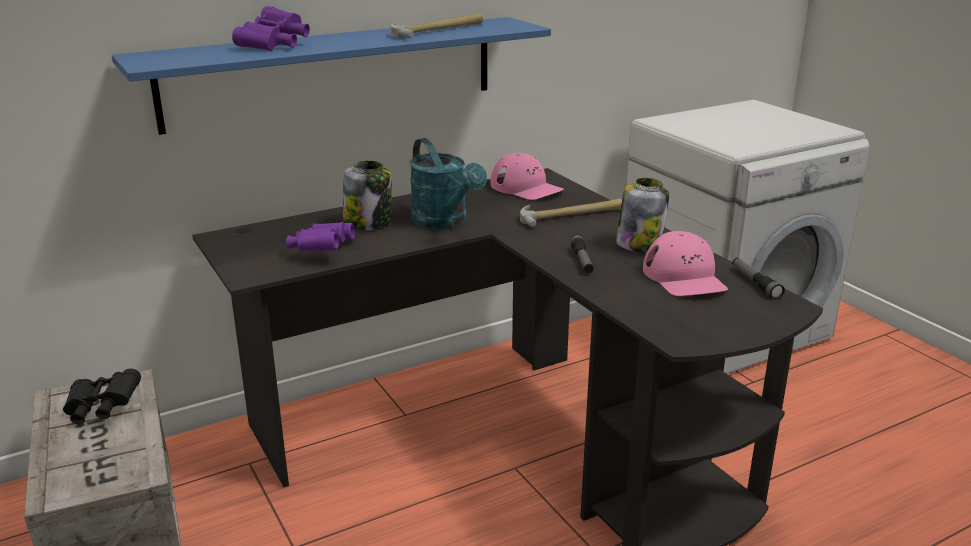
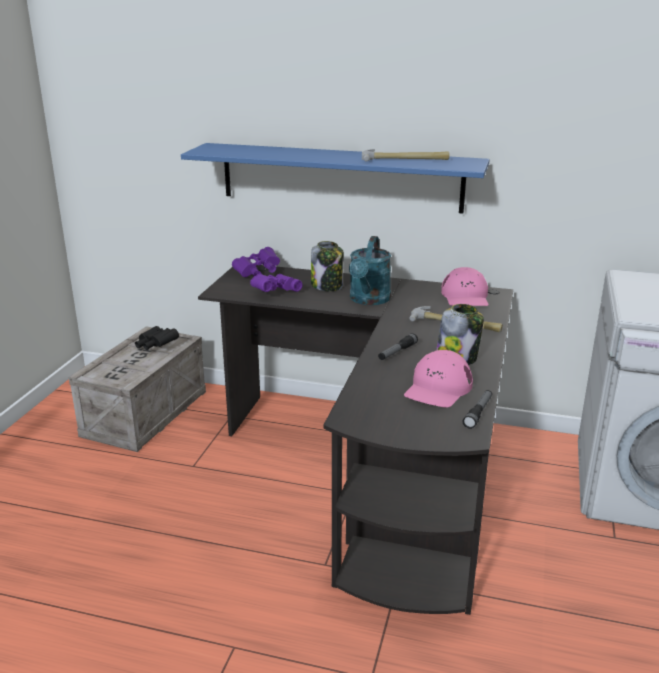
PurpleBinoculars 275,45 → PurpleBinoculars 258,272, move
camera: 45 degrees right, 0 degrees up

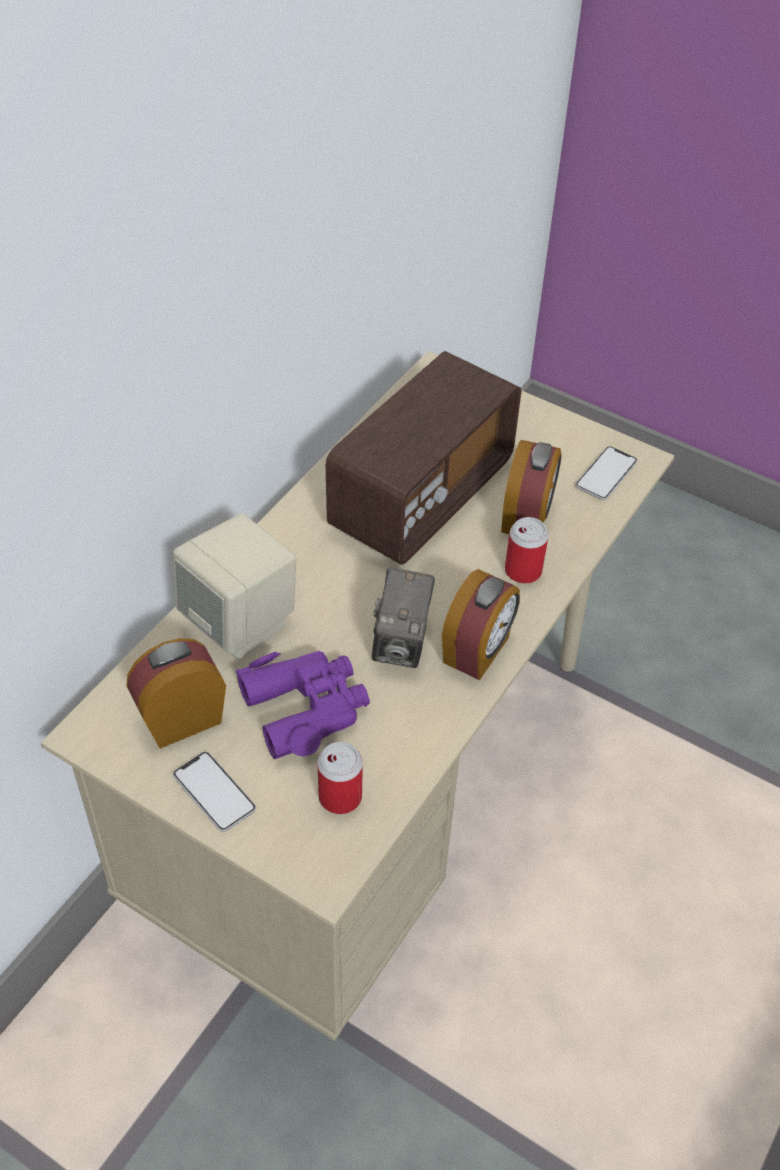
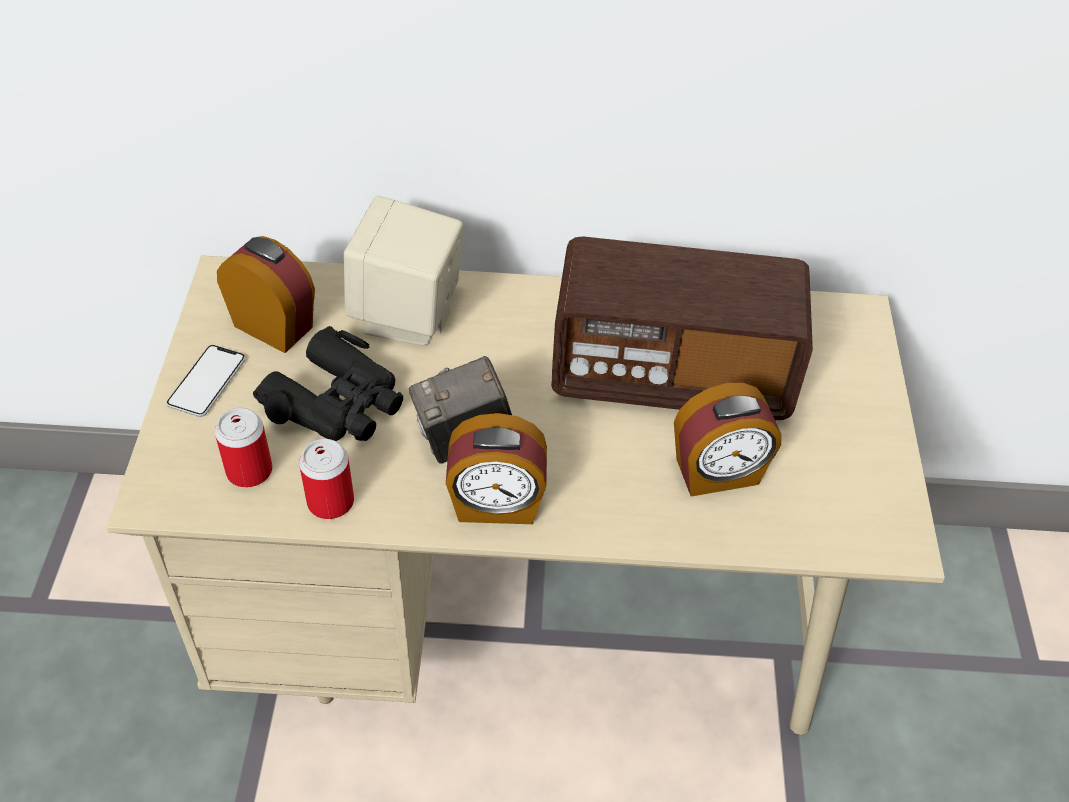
Phone 606,474 → -
Can 523,571 → Can 330,502, move
PurpleBinoculars 305,707 → BlackBinoculars 338,402
camera: 60 degrees right, 0 degrees up

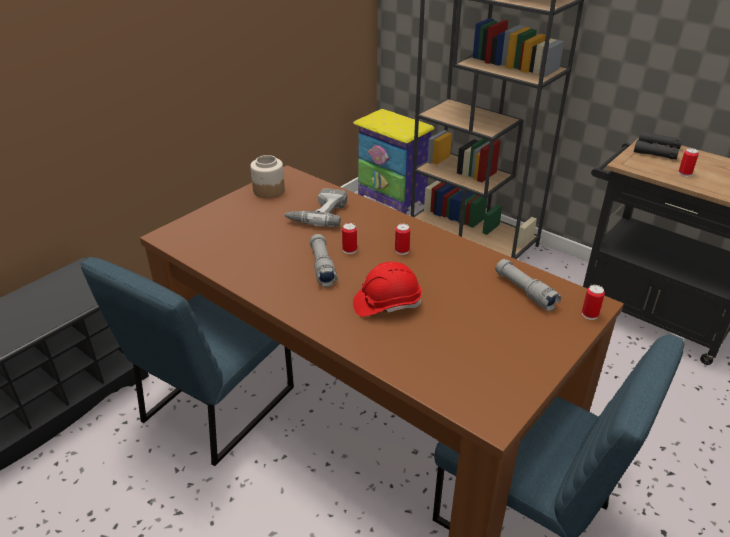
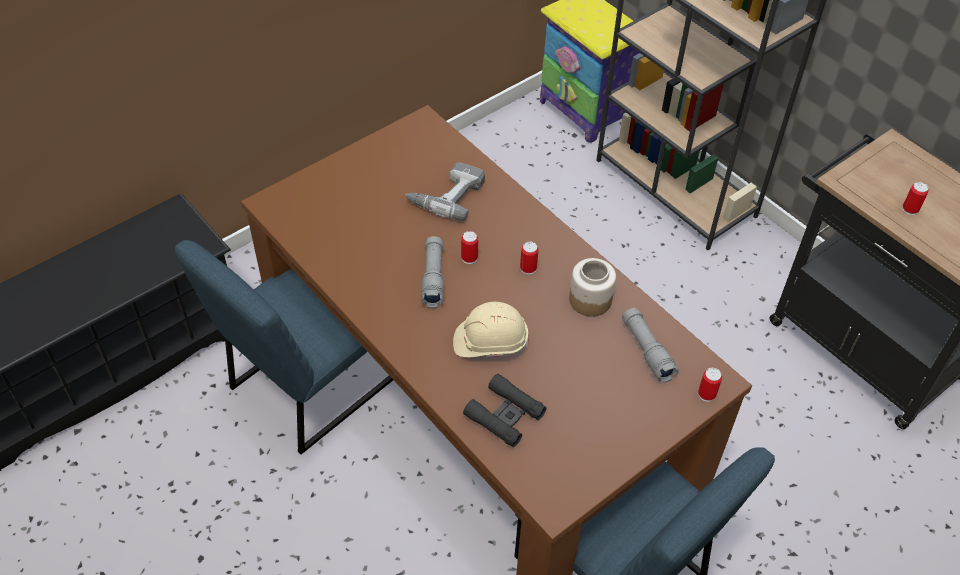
BlackBinoculars 656,150 → BlackBinoculars 504,415, move
Jar 268,190 → Jar 589,299, move
RedHardHat 386,304 → BeigeHardHat 490,342
camera: 10 degrees right, 15 degrees up

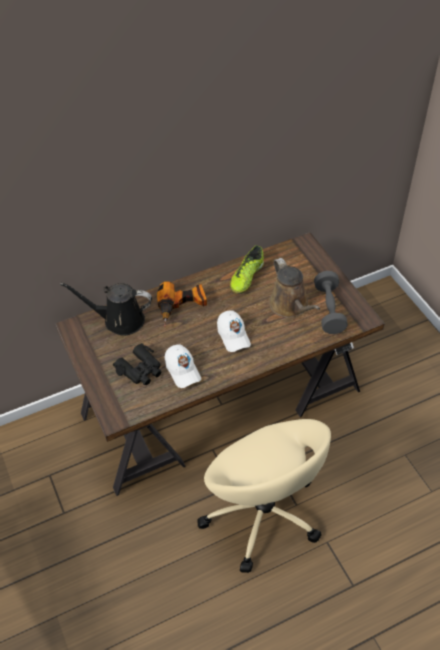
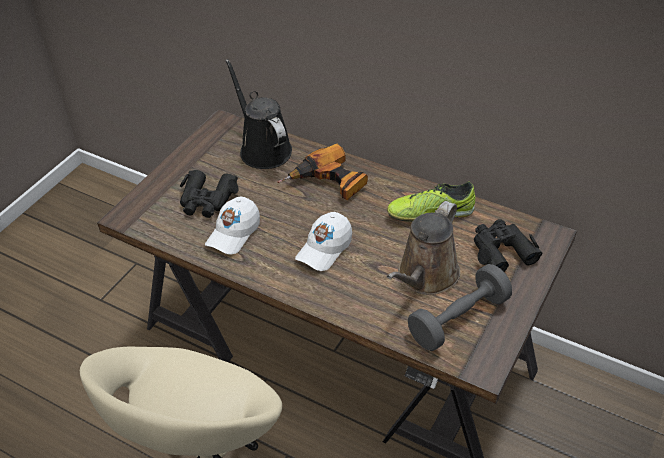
- → BlackBinoculars 501,250
camera: 55 degrees right, 5 degrees down

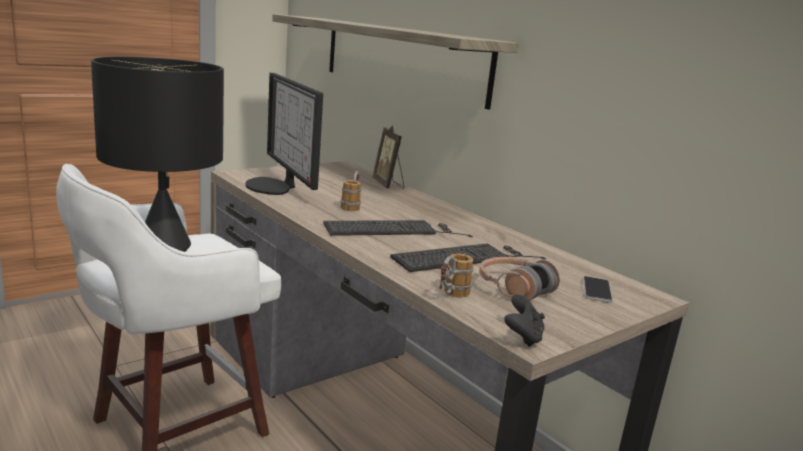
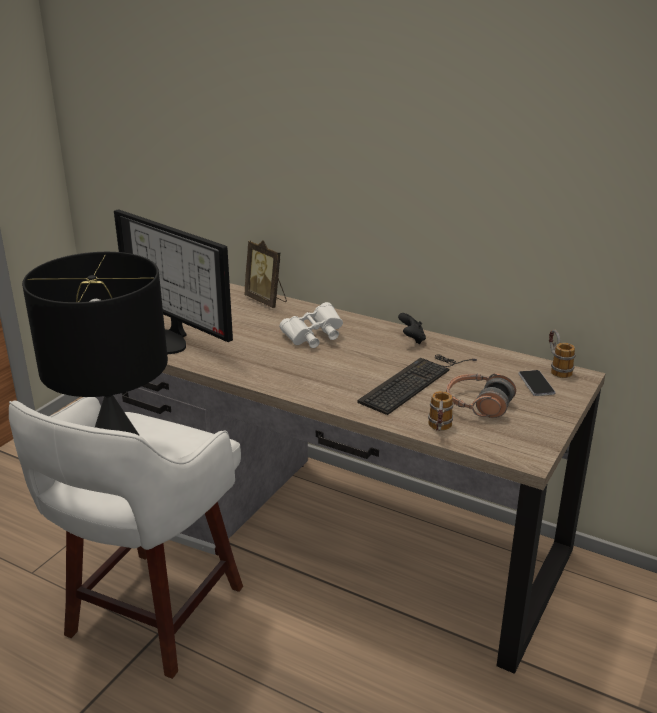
Shelf 401,58 → -
Mug 352,205 → Mug 556,368, move
Keyboard 393,230 → -
BlackGameController 522,337 → BlackGameController 412,339, move
- → WhiteBinoculars 313,337
camera: 20 degrees left, 10 degrees up

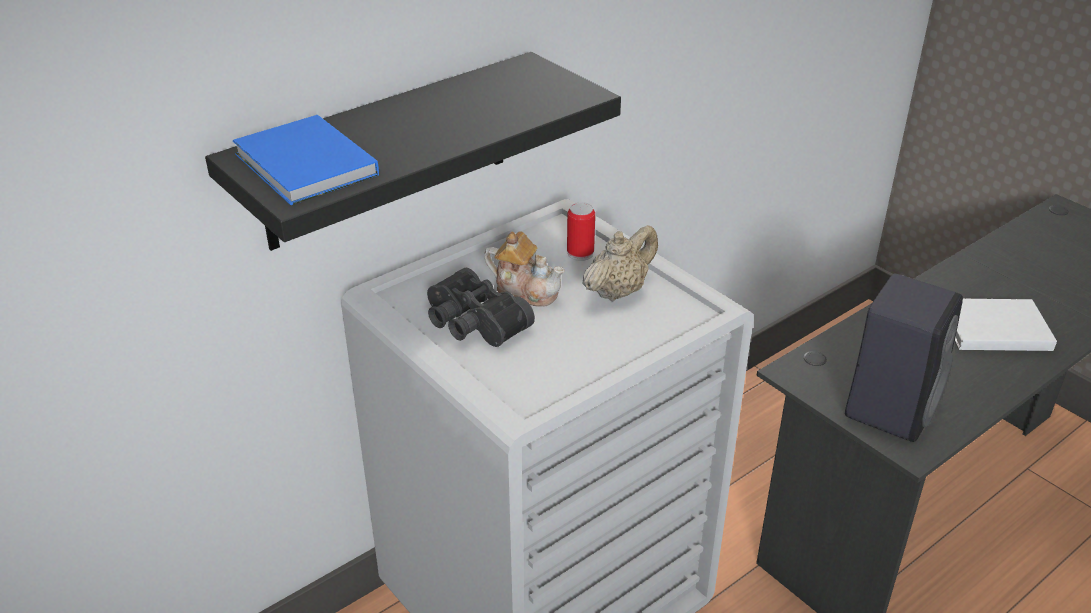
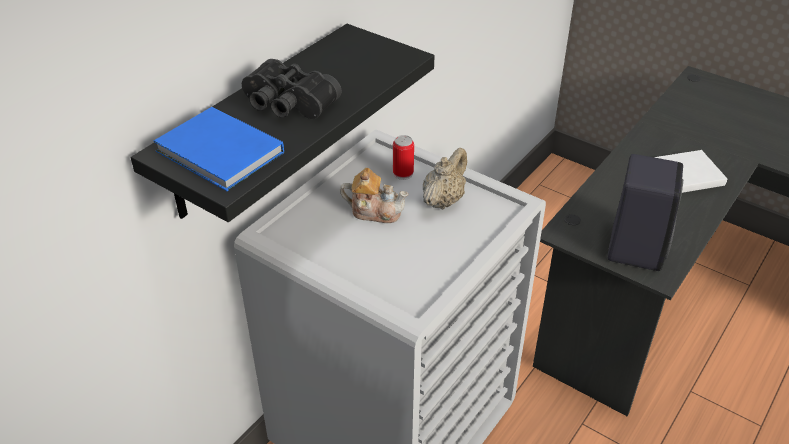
BlackBinoculars 472,324 → BlackBinoculars 287,105, move
camera: 15 degrees left, 5 degrees up

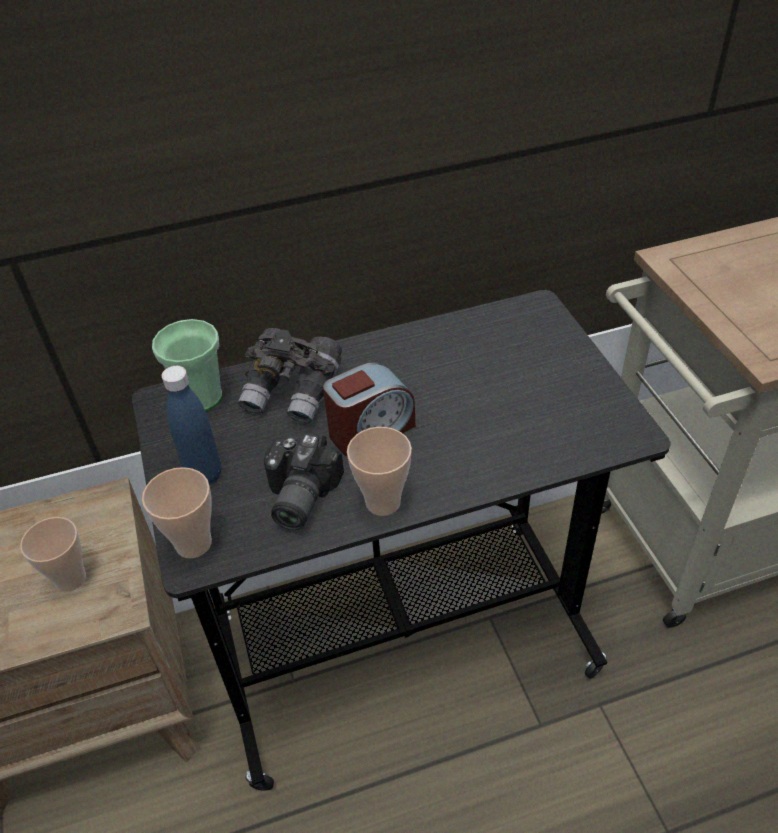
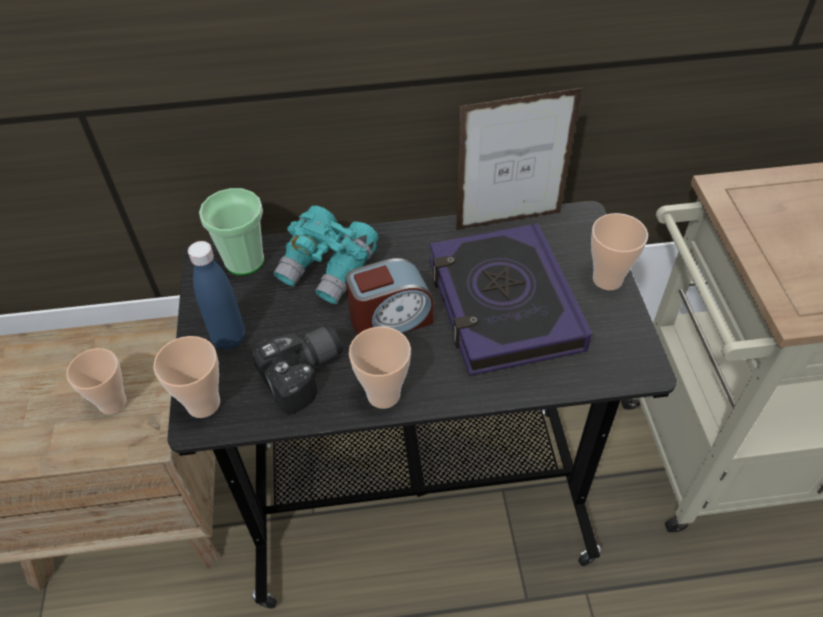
GreyBinoculars 293,392 → TurquoiseBinoculars 329,269
PhotoCamera 296,497 → PhotoCamera 306,375, 150 degrees counterclockwise
- → PictureFrame 509,221
- → Cup 607,279
- → Book 503,305
camera: 10 degrees right, 5 degrees up

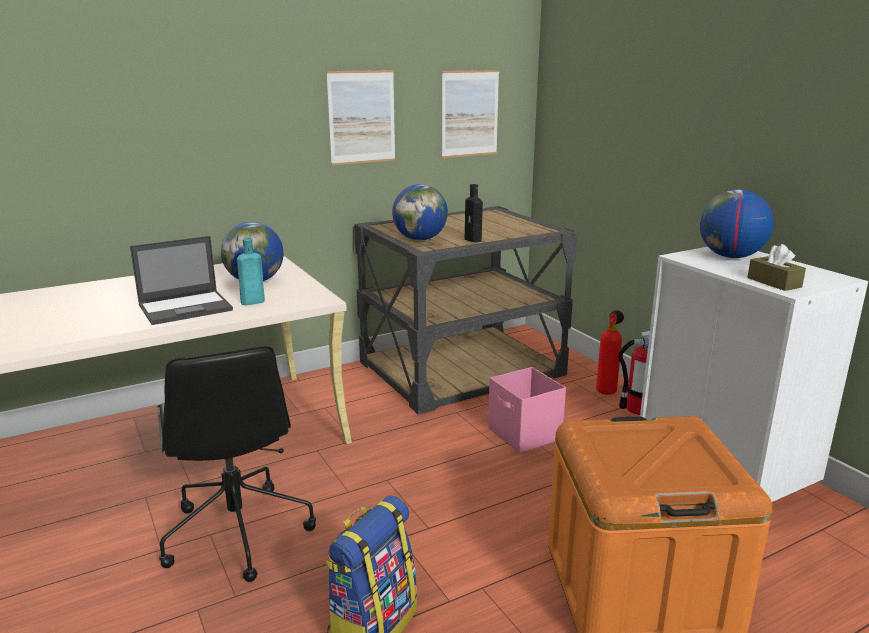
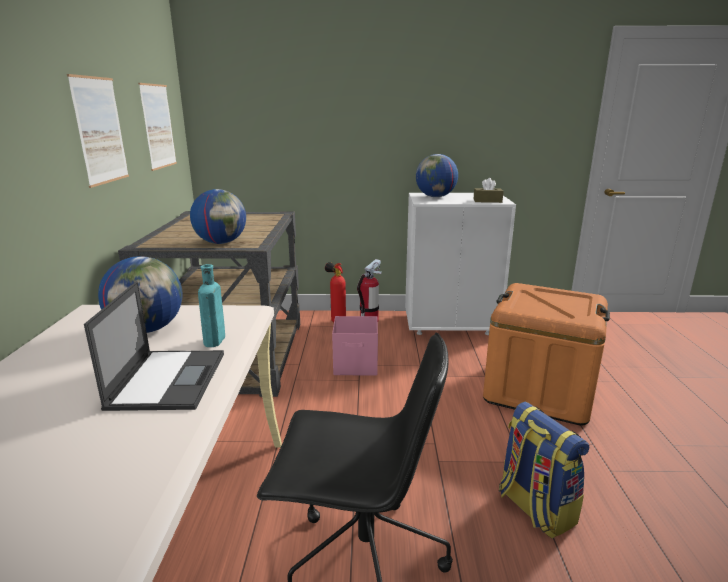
BlackBottle 473,240 → -
camera: 60 degrees left, 0 degrees up

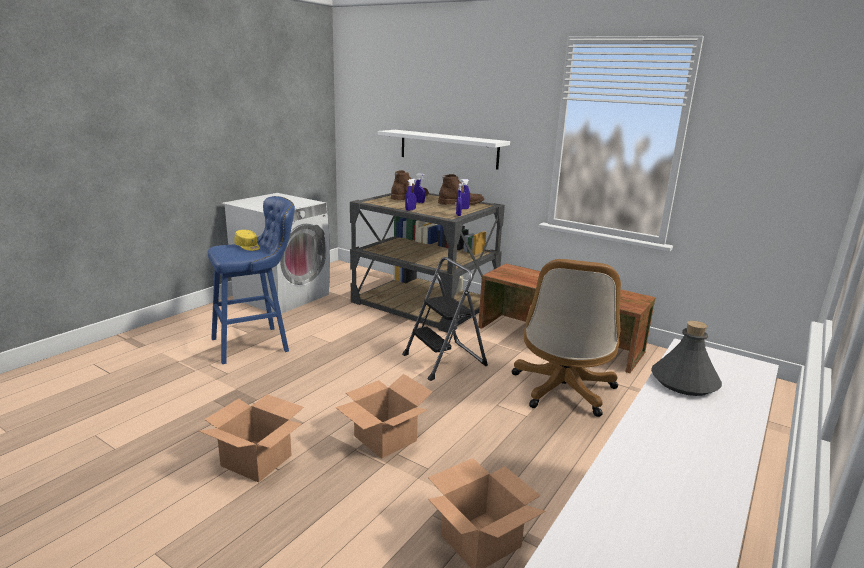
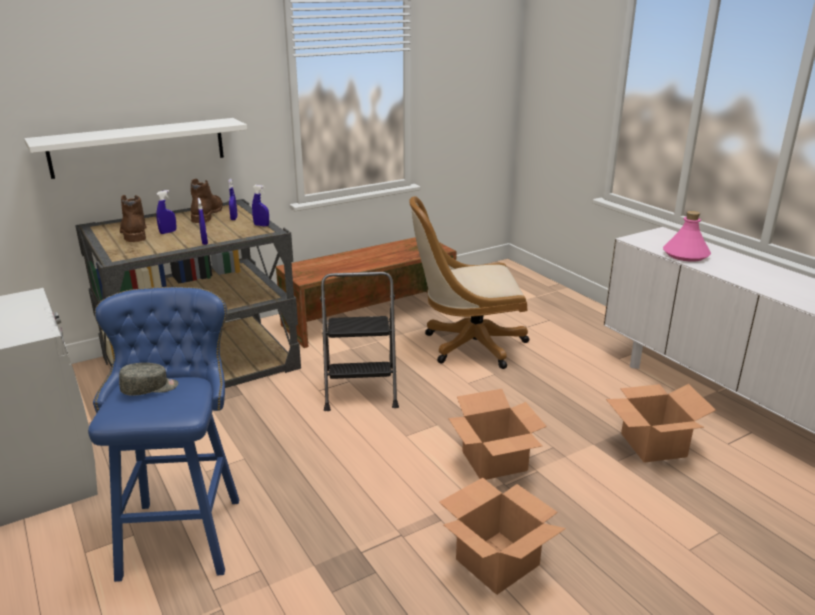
YellowCap 248,247 → GreyCap 150,388
OfficeChair 563,393 → OfficeChair 467,345, 135 degrees clockwise
GreyBottle 684,382 → PinkBottle 685,255
camera: 65 degrees left, 5 degrees up

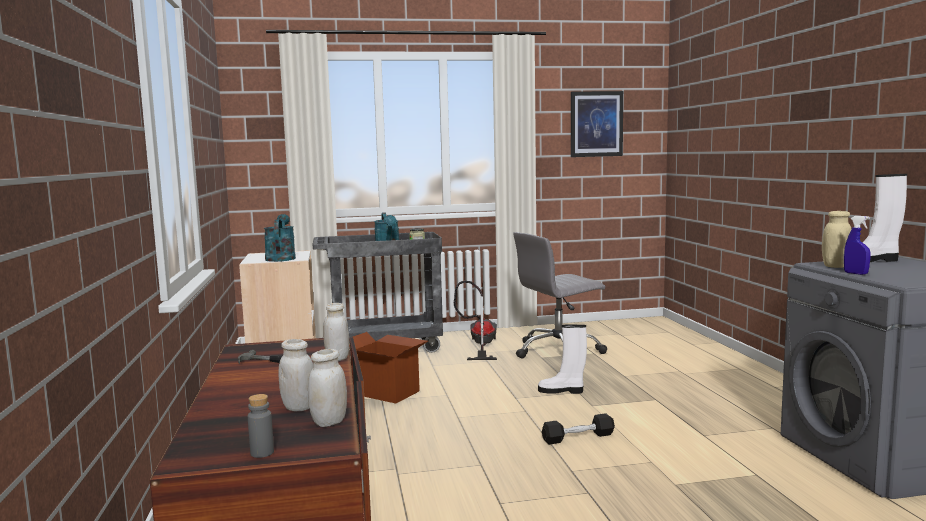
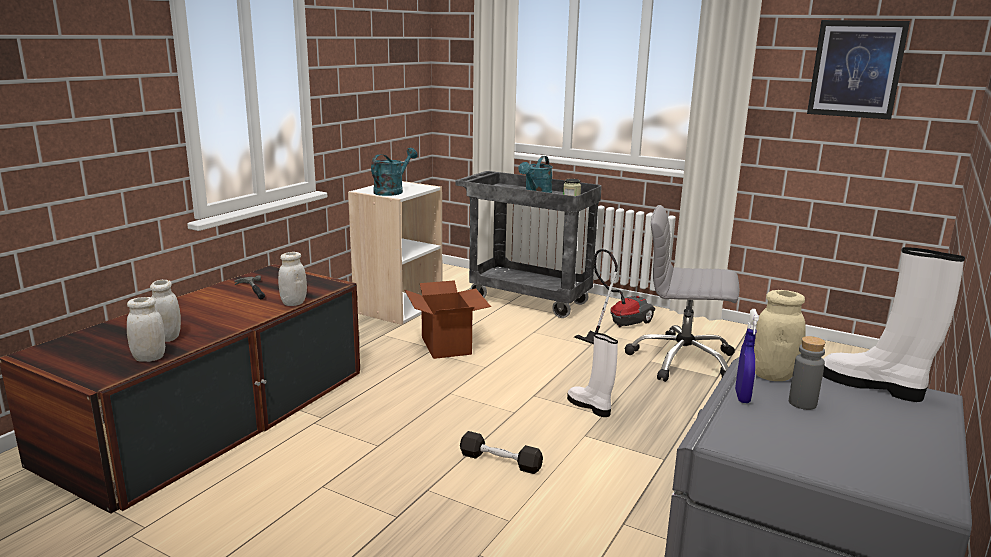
GreyBottle 262,453 → GreyBottle 802,403, move
camera: 40 degrees right, 10 degrees up

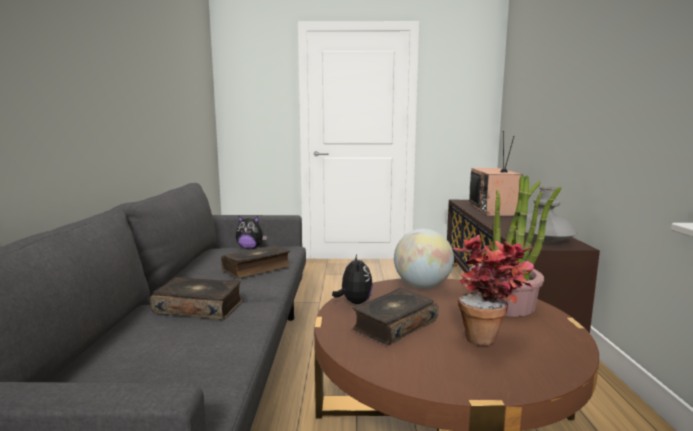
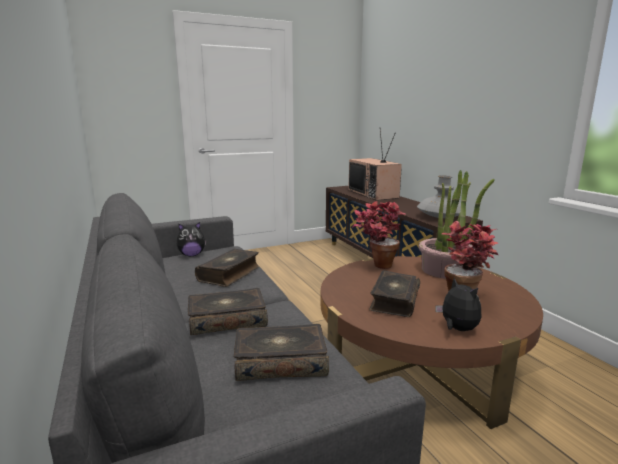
Globe 422,286 → PottedPlant 376,266
PlushToy 354,302 → PlushToy 457,329, move
- → Book 280,362
camera: 25 degrees left, 5 degrees up

